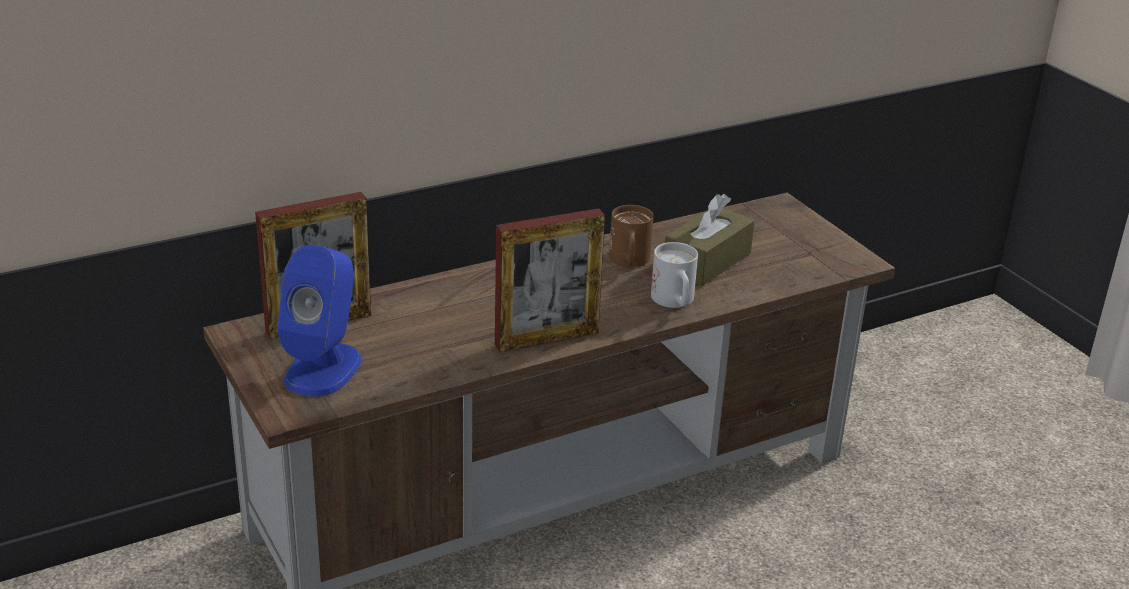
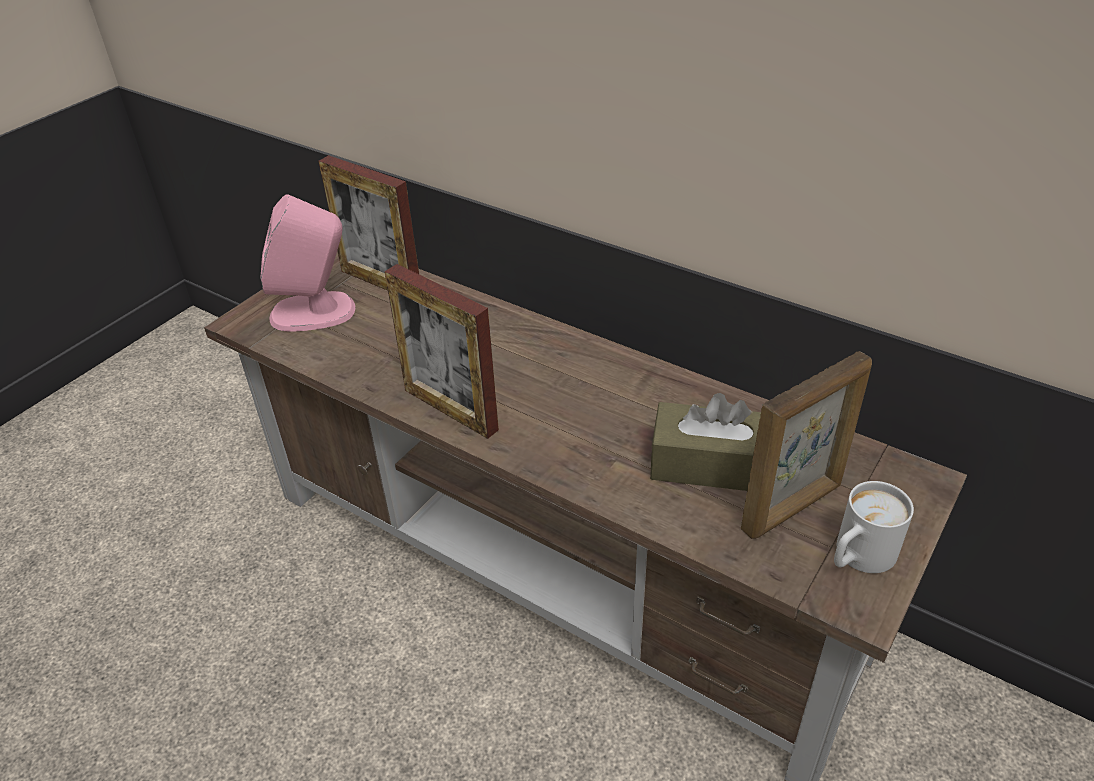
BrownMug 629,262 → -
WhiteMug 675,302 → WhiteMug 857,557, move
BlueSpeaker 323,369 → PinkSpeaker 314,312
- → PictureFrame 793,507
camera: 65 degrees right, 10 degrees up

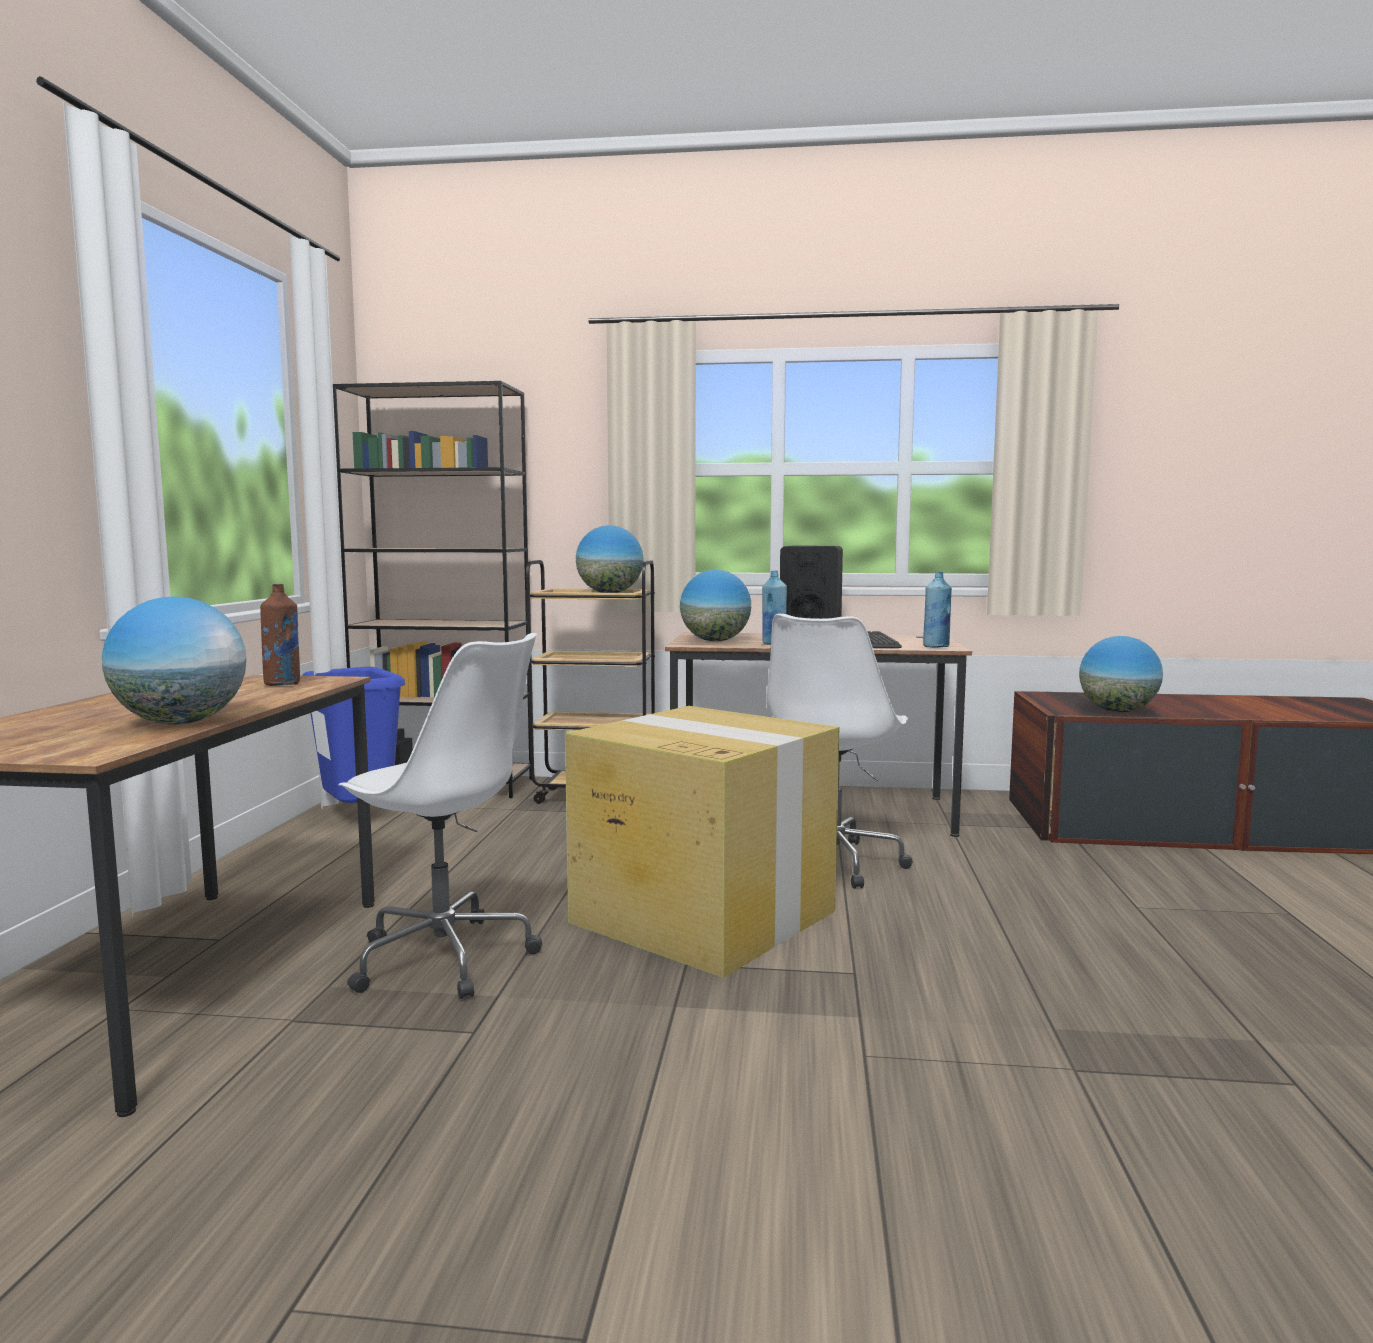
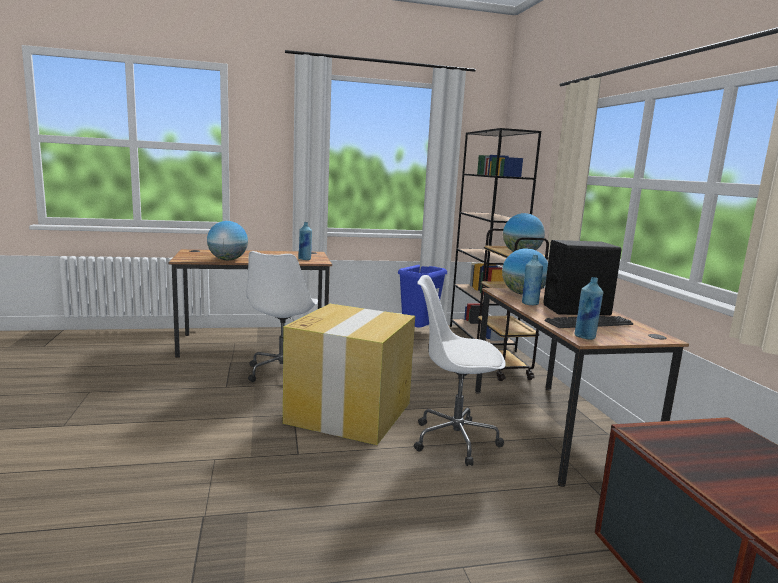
BrownBottle 283,684 → BlueBottle 304,259
Globe 1117,711 → -
camera: 70 degrees right, 5 degrees up

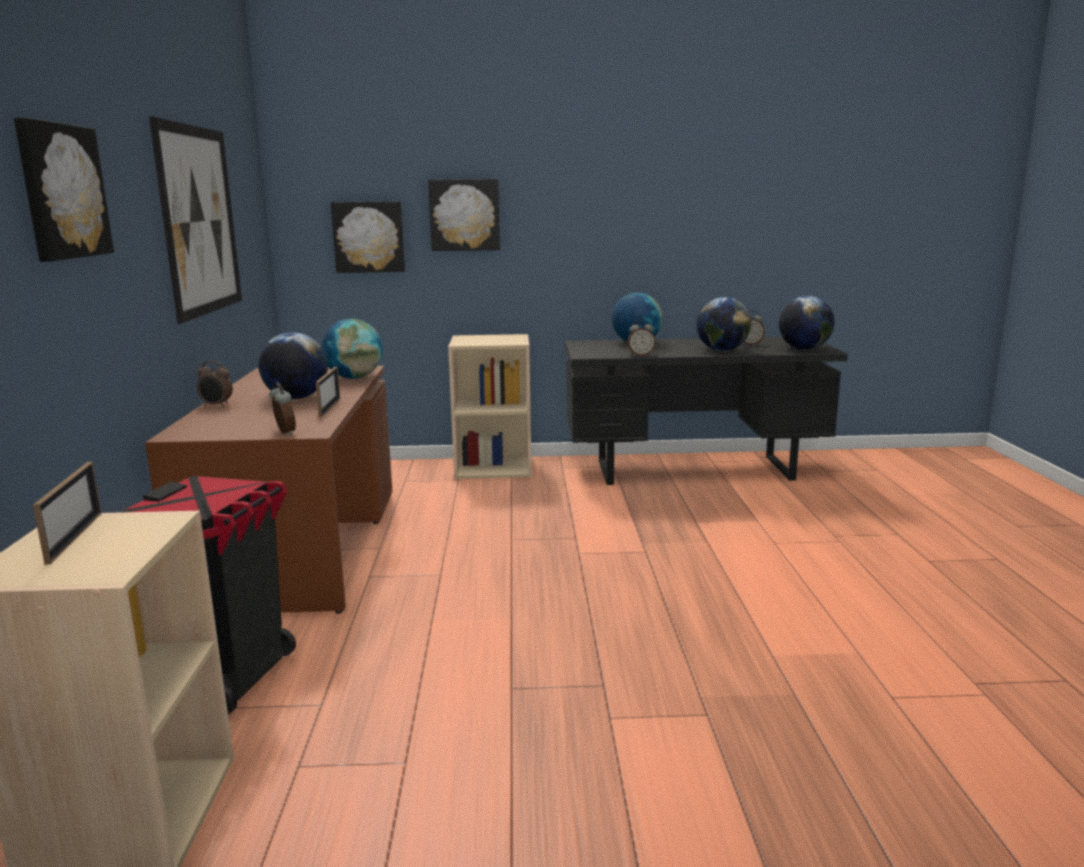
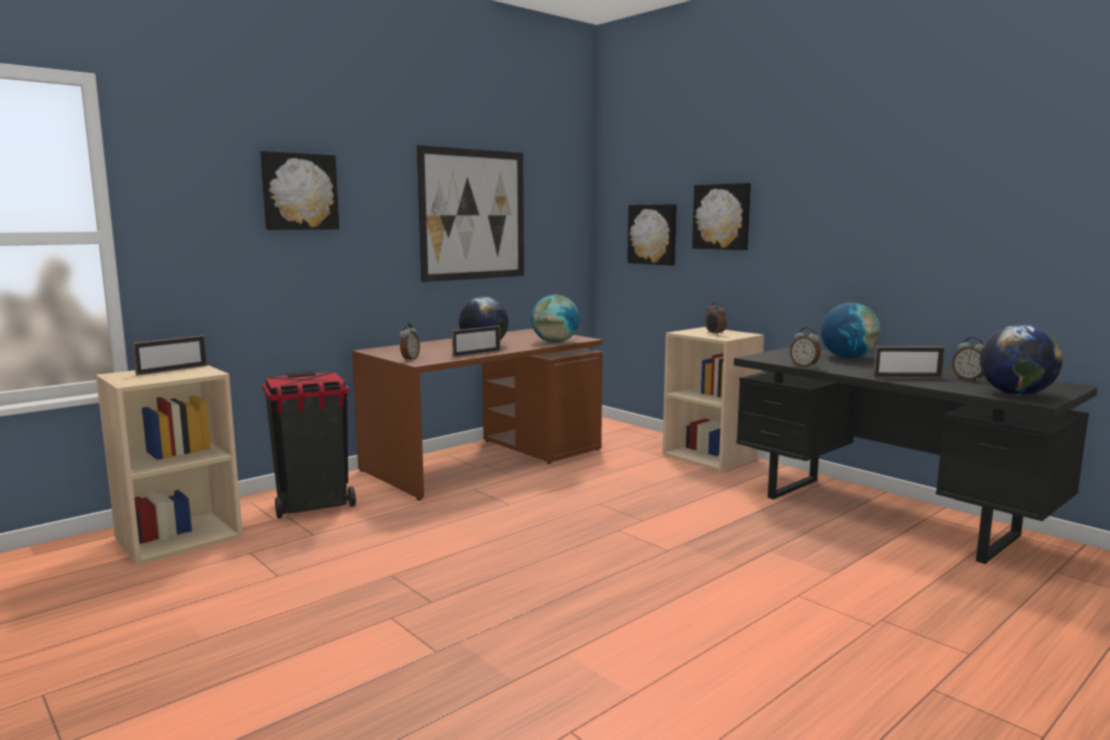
Globe 722,350 → PictureFrame 907,377
AlarmClock 216,405 → AlarmClock 715,334, move
camera: 50 degrees right, 5 degrees down

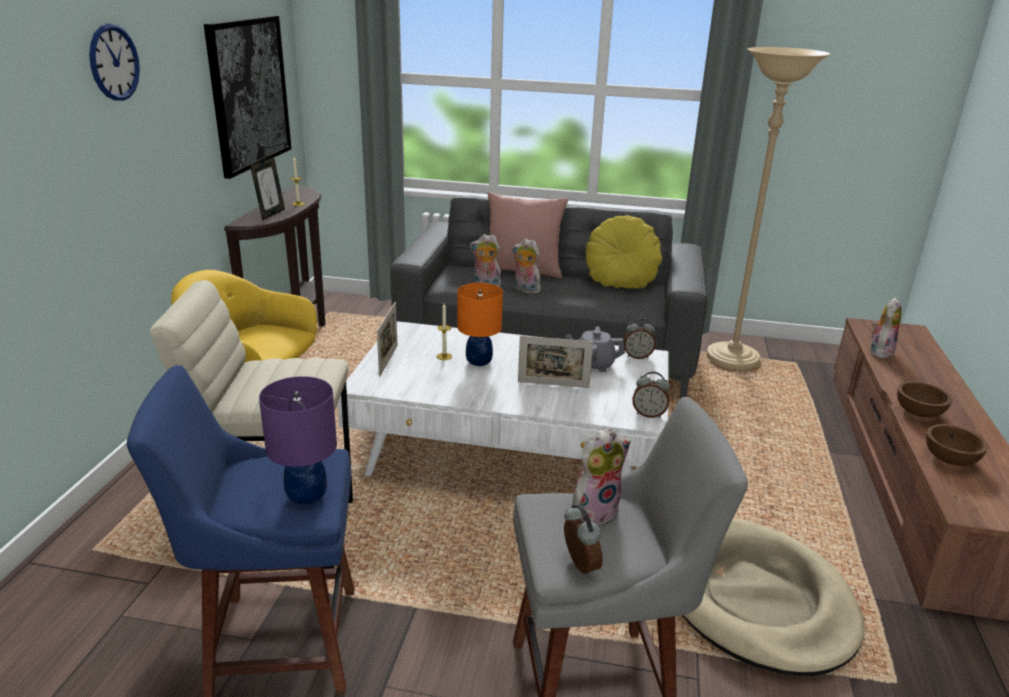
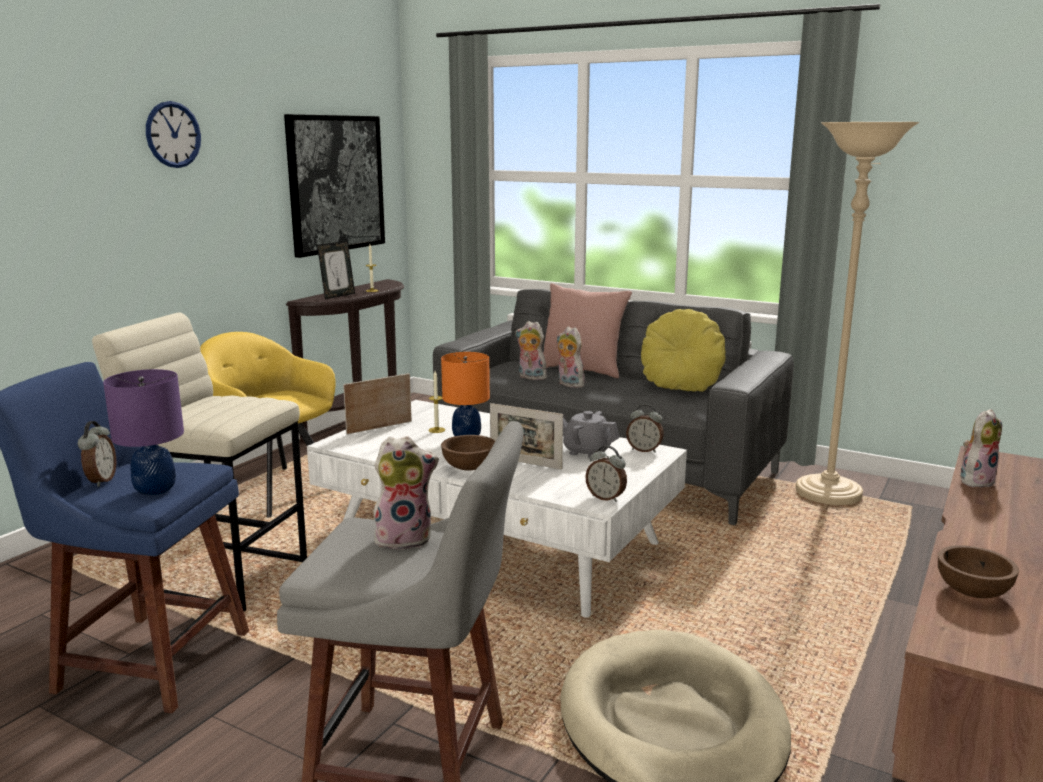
PictureFrame 388,360 → PictureFrame 379,427, 150 degrees counterclockwise
BrownBowl 918,412 → BrownBowl 468,467, move
AlarmClock 578,566 → AlarmClock 100,481, move
camera: 20 degrees right, 10 degrees down

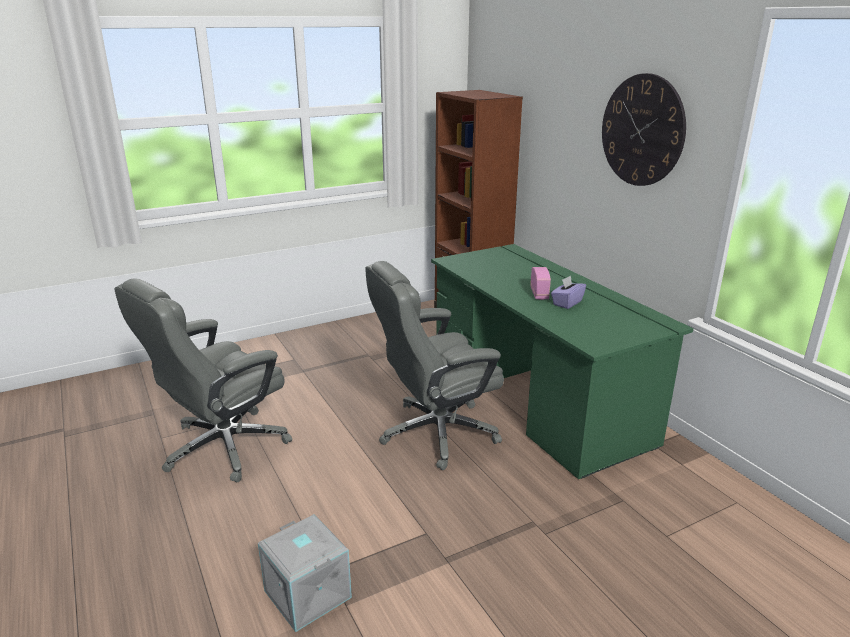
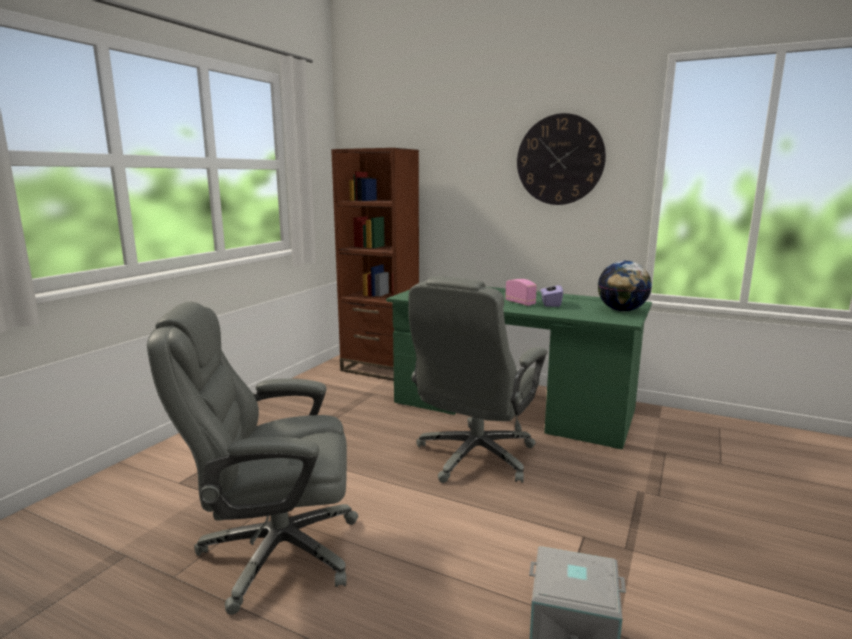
GreyOfficeChair 223,447 → GreyOfficeChair 276,552, 75 degrees clockwise
- → Globe 621,310
camera: 35 degrees left, 10 degrees down

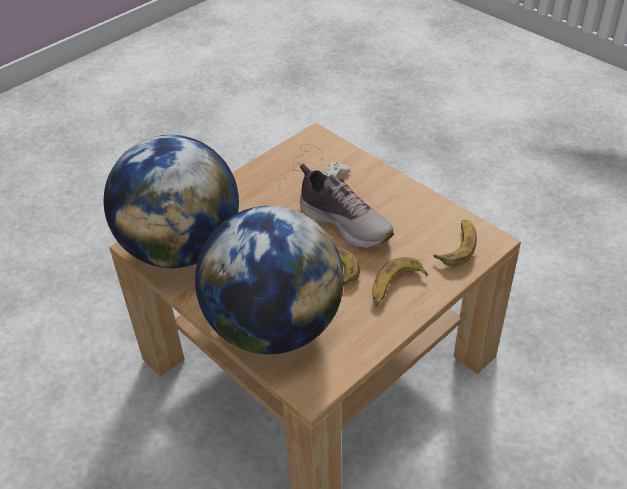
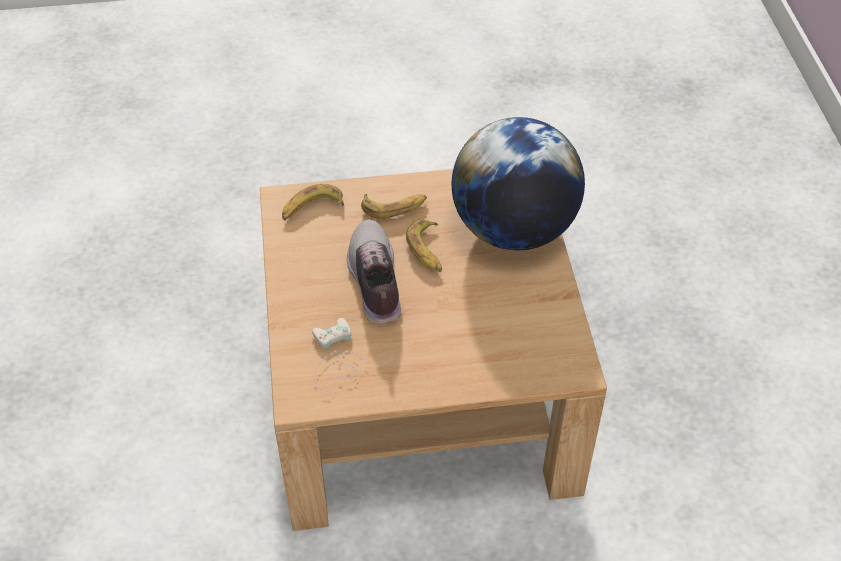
Globe 181,248 → -
camera: 145 degrees left, 5 degrees up

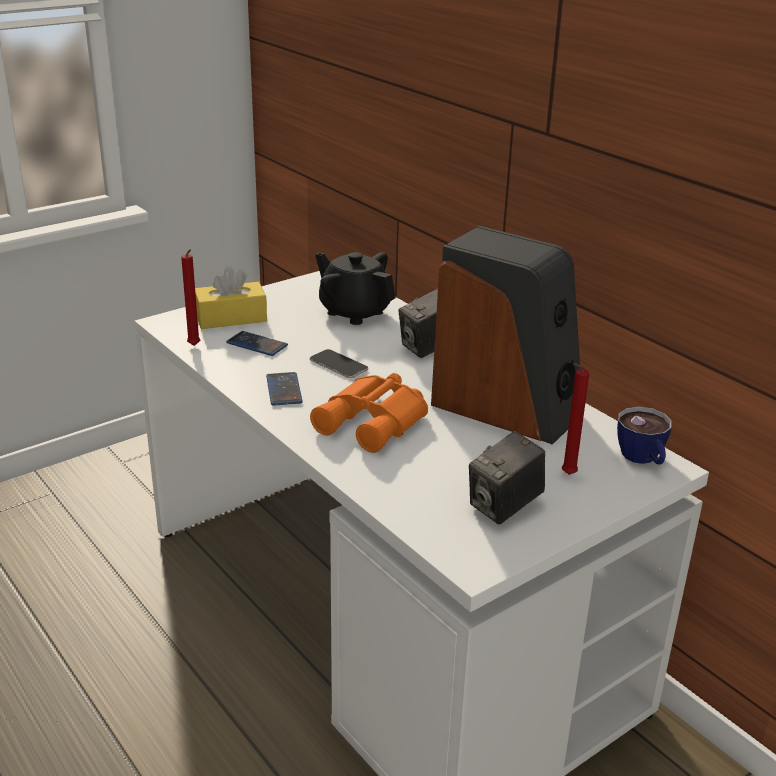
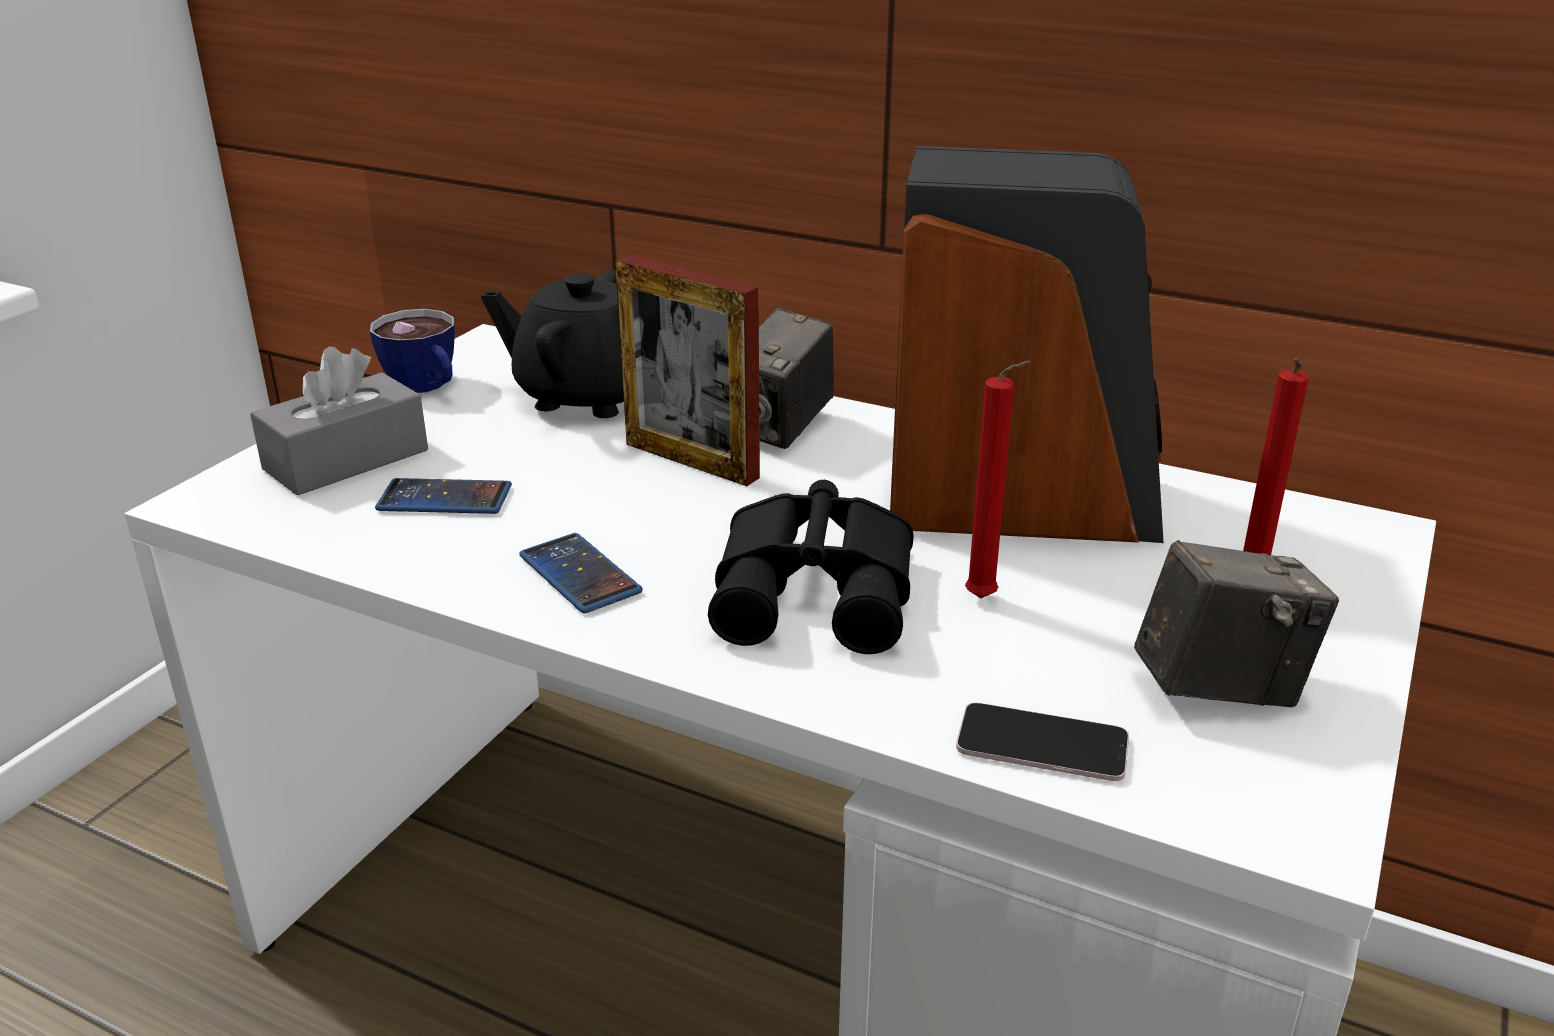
RedCandle 194,346 → RedCandle 985,600, move
YellowTissueBox 231,318 → GreyTissueBox 346,460
Phone 338,365 → Phone 1042,744, move
OrangeBinoculars 375,422 → BlackBinoculars 819,590
Cup 643,459 → Cup 427,387, move
PhotoCamera 504,507 → PhotoCamera 1219,687, 120 degrees counterclockwise
- → PictureFrame 691,461
camera: 25 degrees left, 0 degrees up

